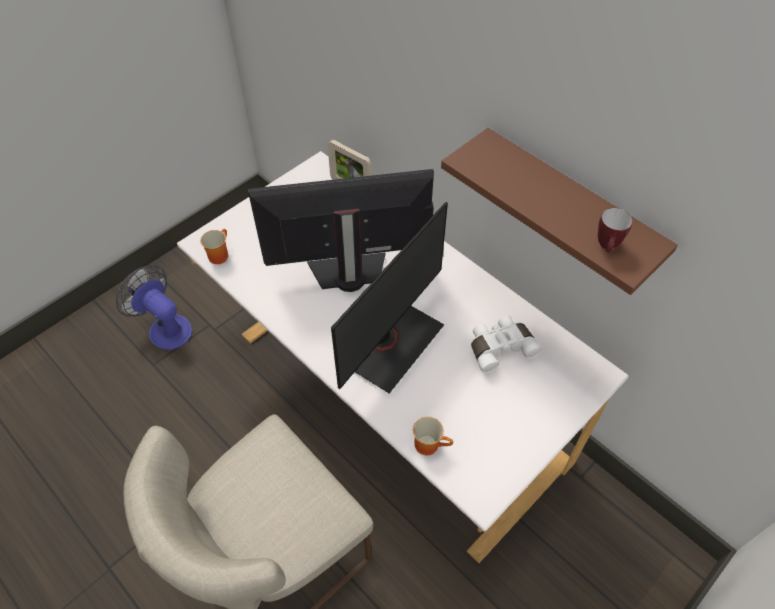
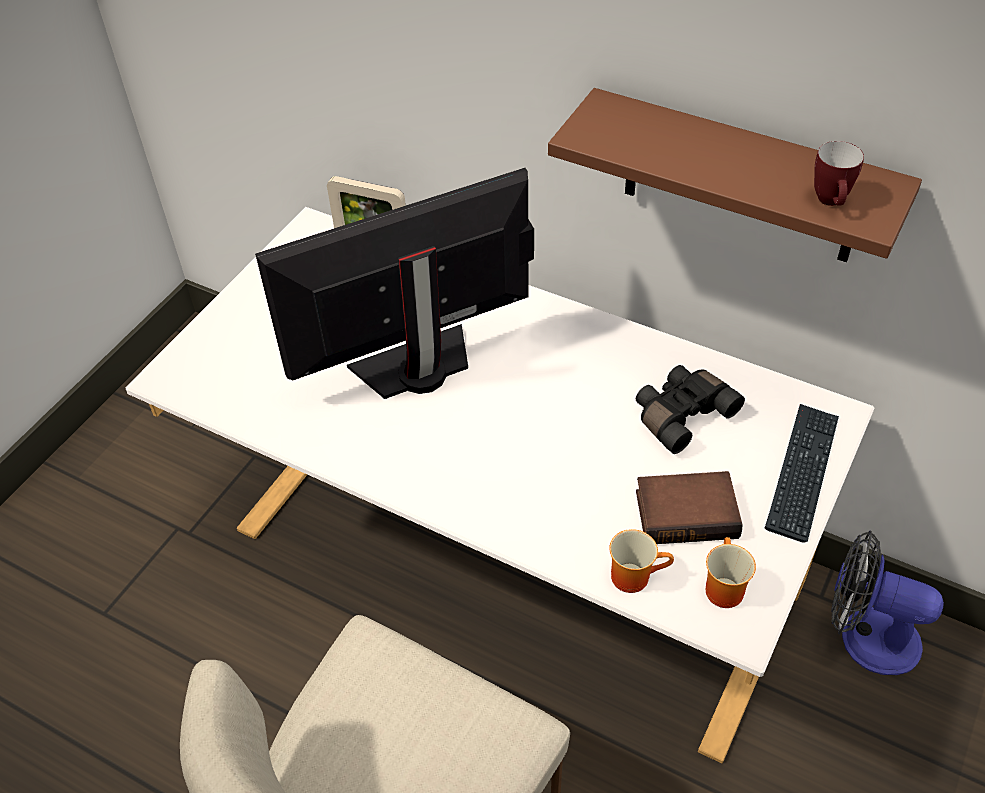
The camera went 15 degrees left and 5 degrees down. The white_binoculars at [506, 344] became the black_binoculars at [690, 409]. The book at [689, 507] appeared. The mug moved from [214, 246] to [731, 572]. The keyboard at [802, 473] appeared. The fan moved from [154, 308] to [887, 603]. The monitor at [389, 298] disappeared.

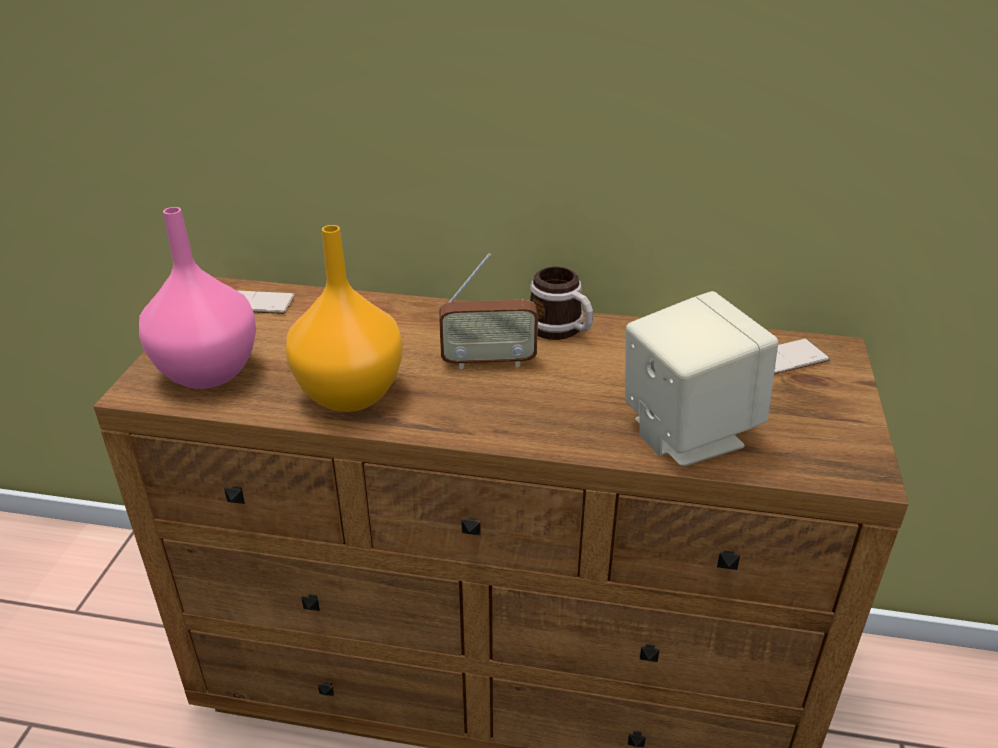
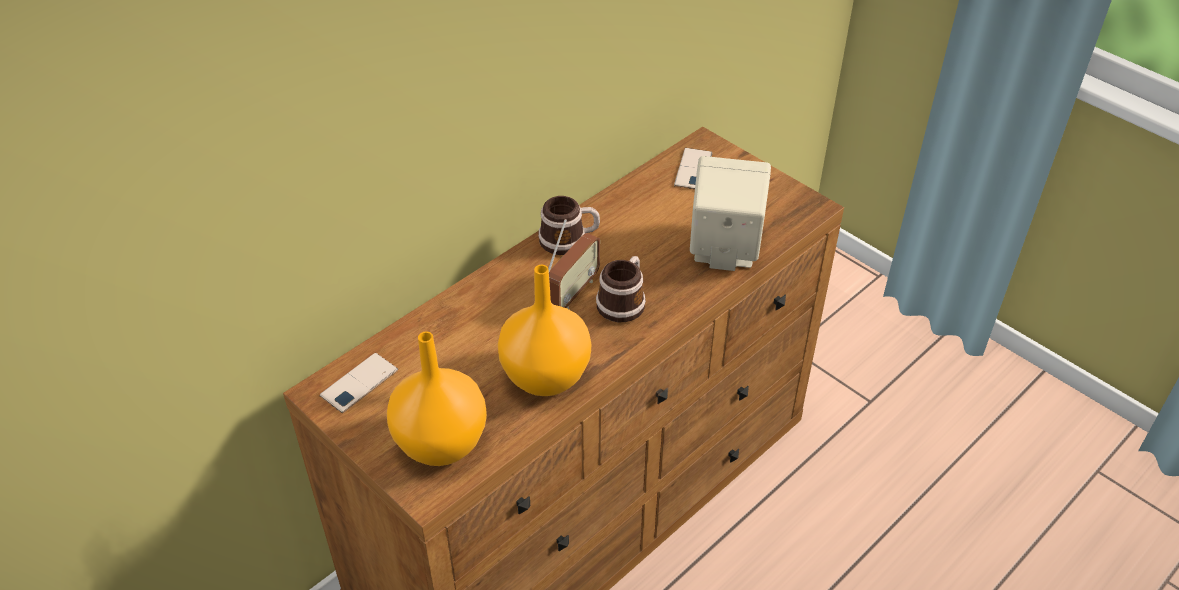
The camera went 55 degrees left and 10 degrees up. The pink_vase at [197, 298] became the orange_vase at [437, 399]. The mug at [621, 289] appeared.

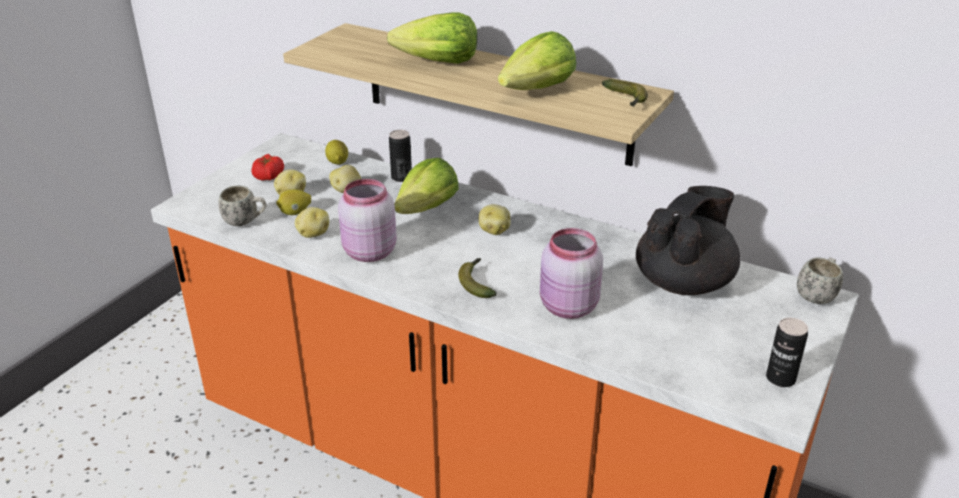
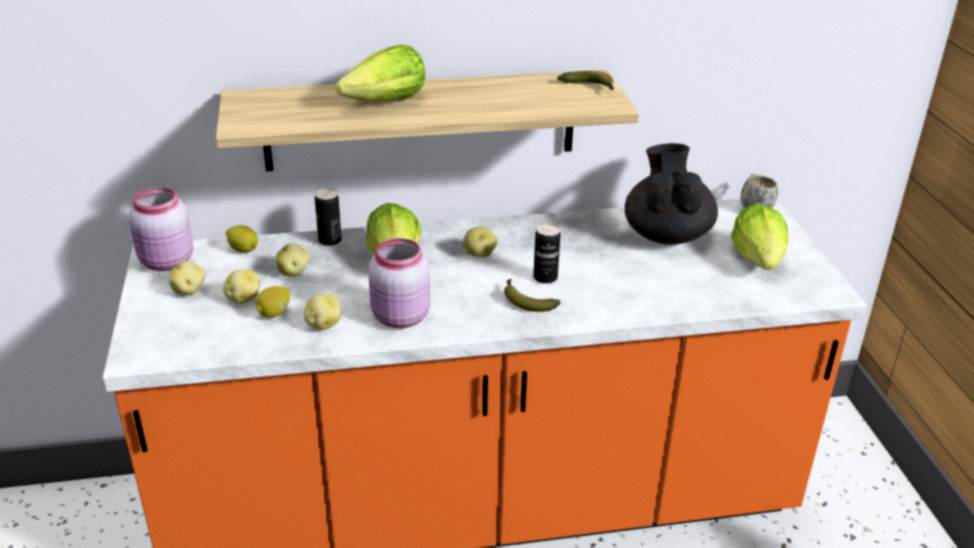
The camera went 40 degrees left and 0 degrees up. The pink_jar moved from [571, 273] to [161, 229]. The tomato at [267, 167] was replaced by the potato at [187, 278]. The can moved from [787, 352] to [547, 253]. The lettuce moved from [537, 60] to [760, 237]. The white_mug at [242, 205] disappeared.

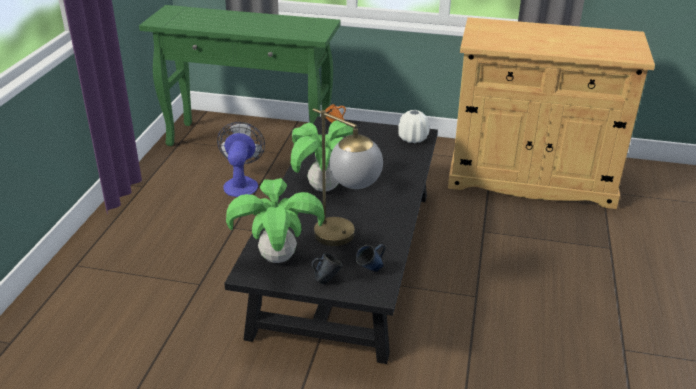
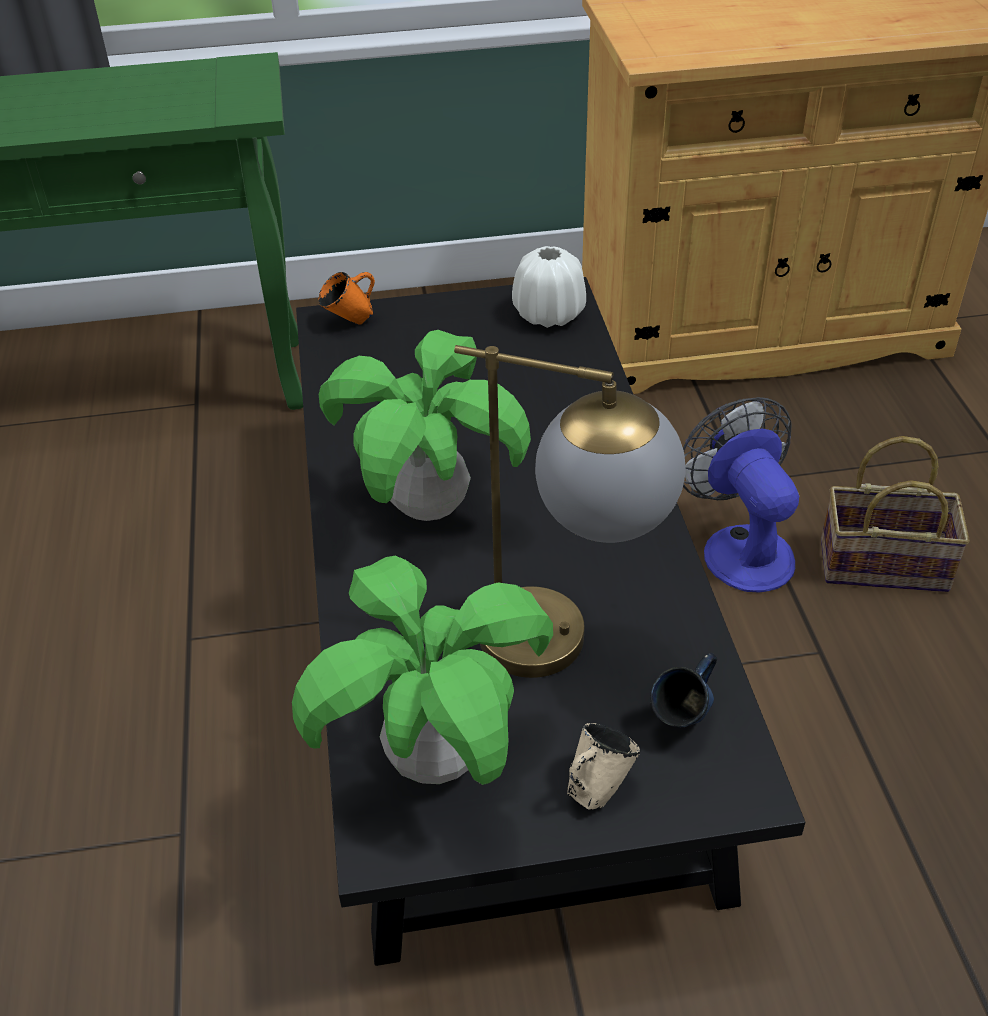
The camera went 20 degrees left and 10 degrees up. The blue_mug at [327, 269] became the beige_mug at [603, 766]. The fan moved from [241, 159] to [741, 495]. The basket at [895, 514] appeared.

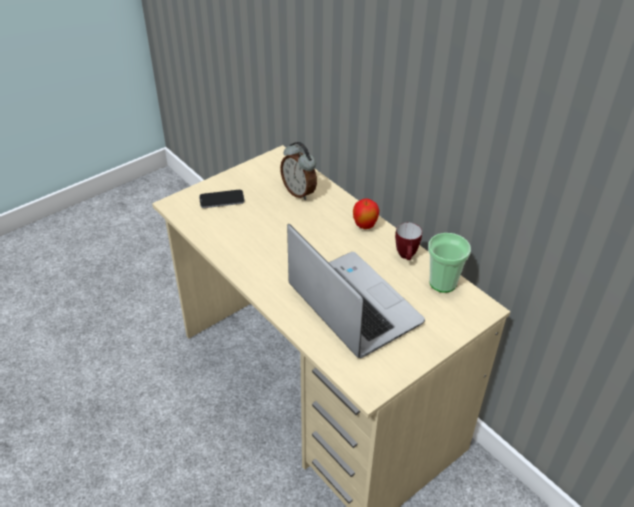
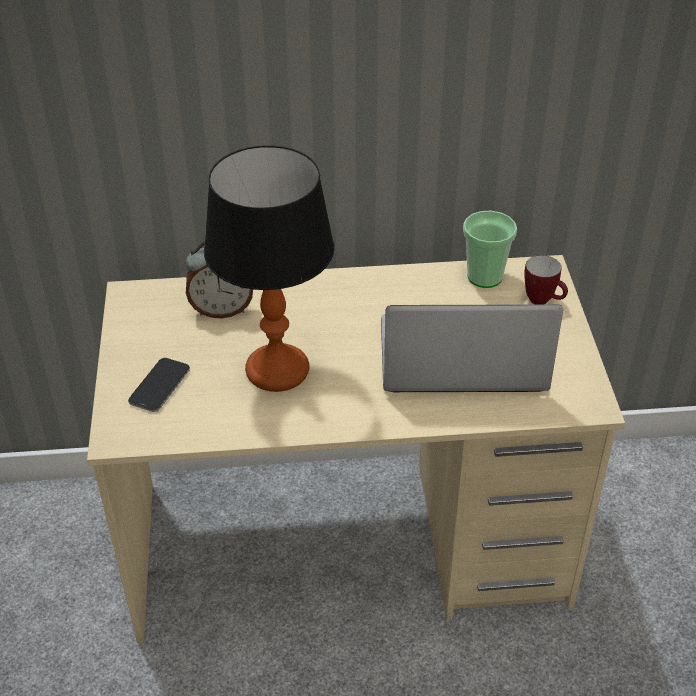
The camera went 55 degrees left and 0 degrees up. The table_lamp at [269, 268] appeared. The mug moved from [408, 241] to [546, 279]. The apple at [366, 213] disappeared.

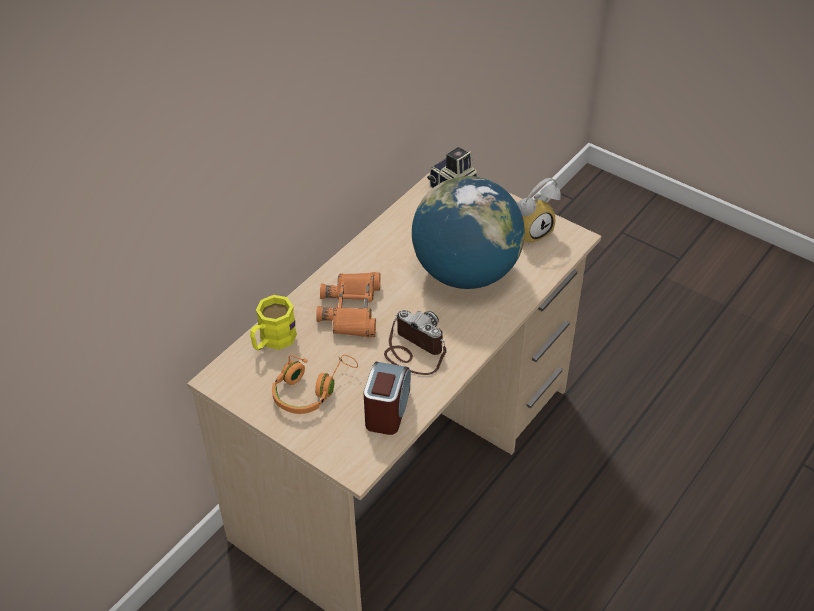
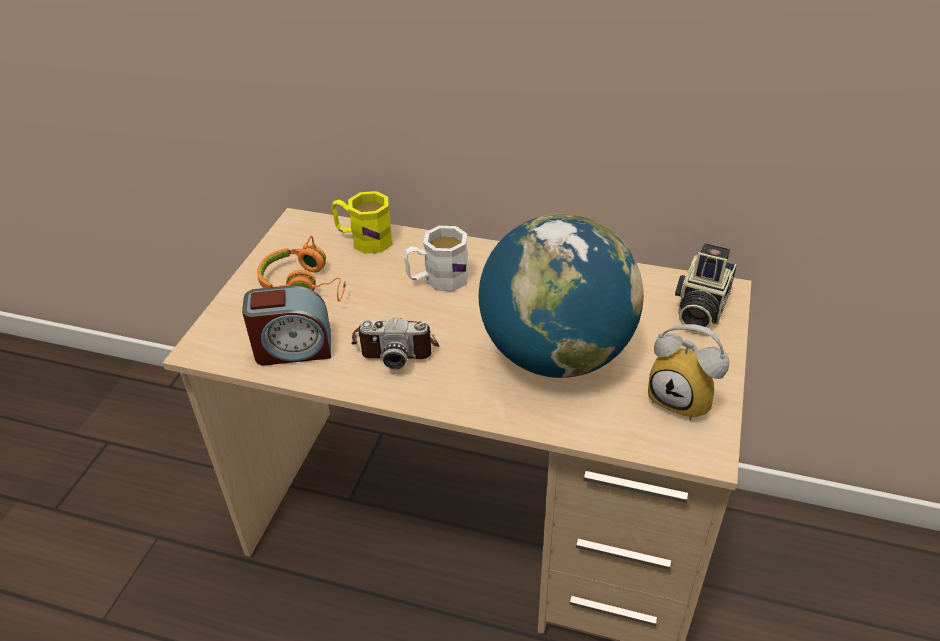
The camera went 70 degrees right and 5 degrees down. The photo_camera at [415, 342] turned 75 degrees clockwise. The orange_binoculars at [348, 304] was replaced by the white_mug at [436, 258].

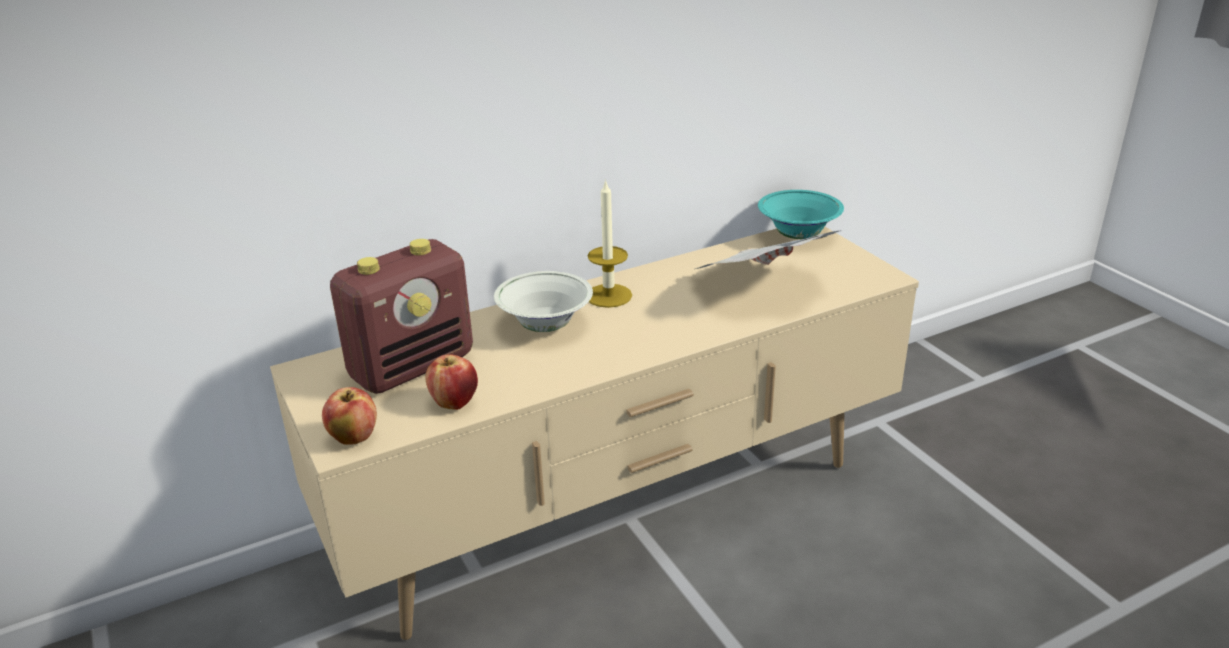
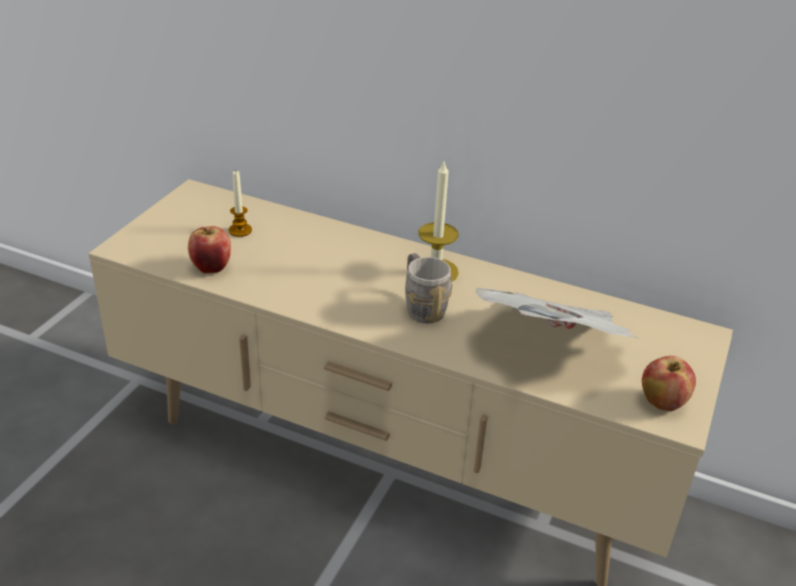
The camera went 50 degrees right and 5 degrees up. The radio at [401, 316] was replaced by the candle at [240, 203]. The grey_mug at [429, 288] appeared. The apple moved from [349, 416] to [669, 383]. The white_bowl at [543, 301] disappeared. The turquoise_bowl at [801, 214] disappeared.

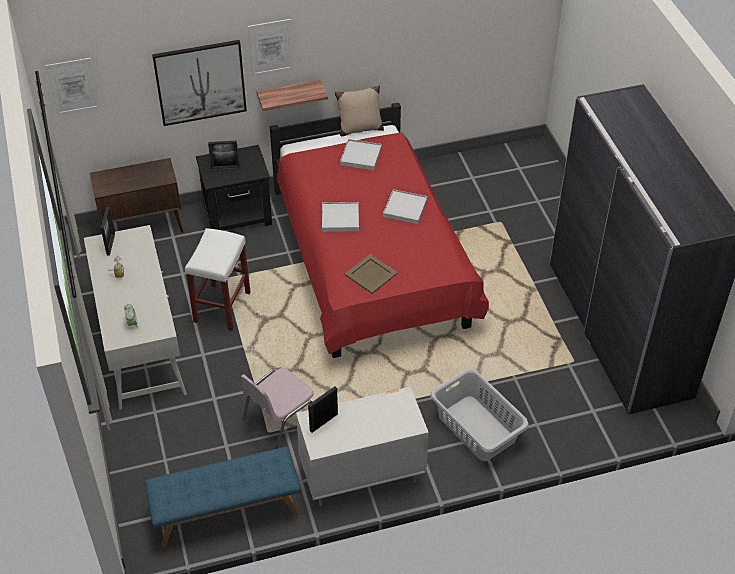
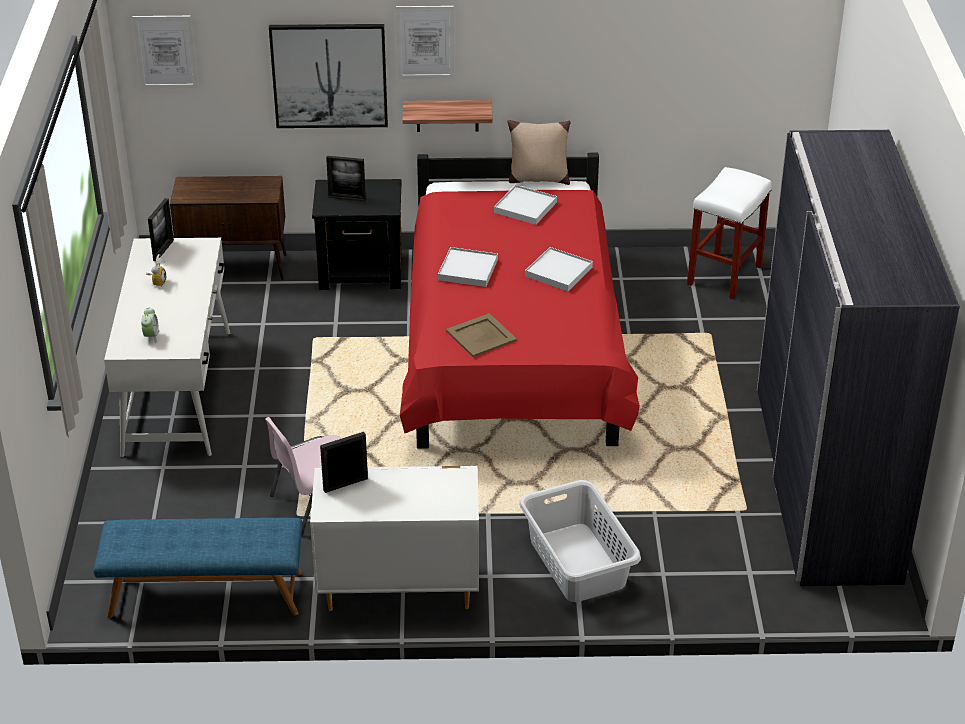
The camera went 15 degrees right and 10 degrees down. The white_stool moved from [217, 279] to [729, 233].

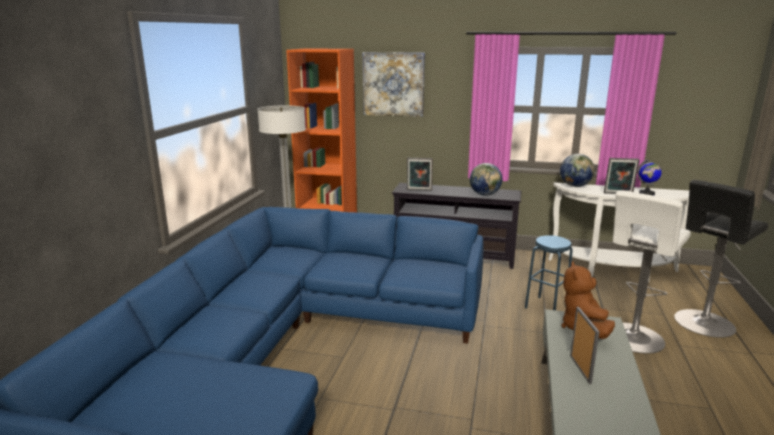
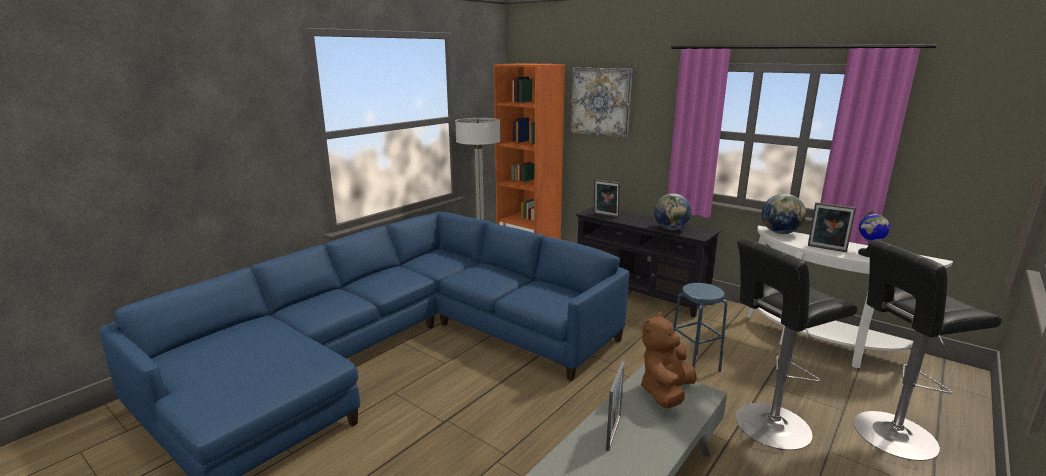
The camera went 25 degrees right and 0 degrees up. The white_stool at [652, 272] became the black_stool at [796, 344].

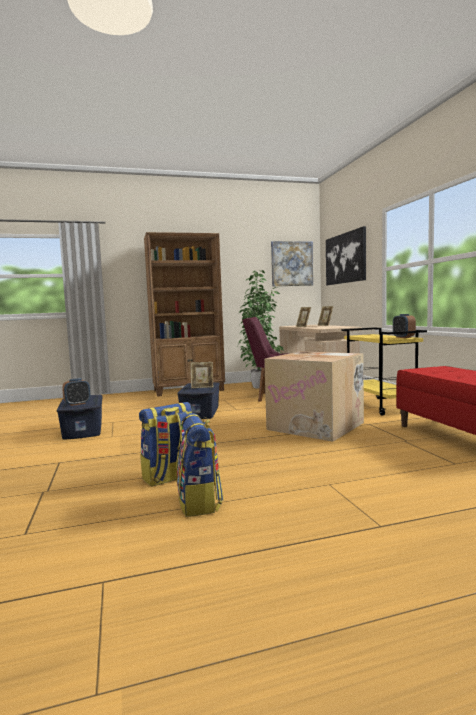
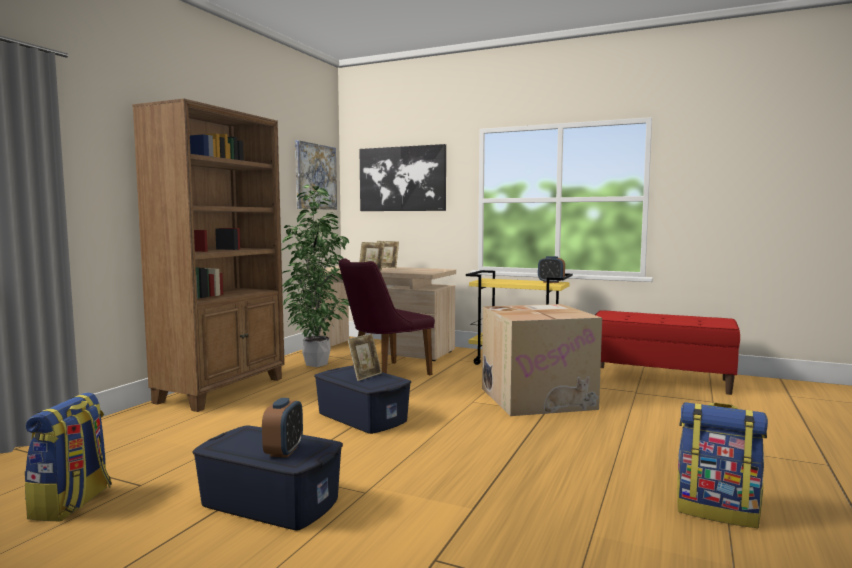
The camera went 50 degrees left and 0 degrees up. The backpack moved from [165, 444] to [68, 457].

